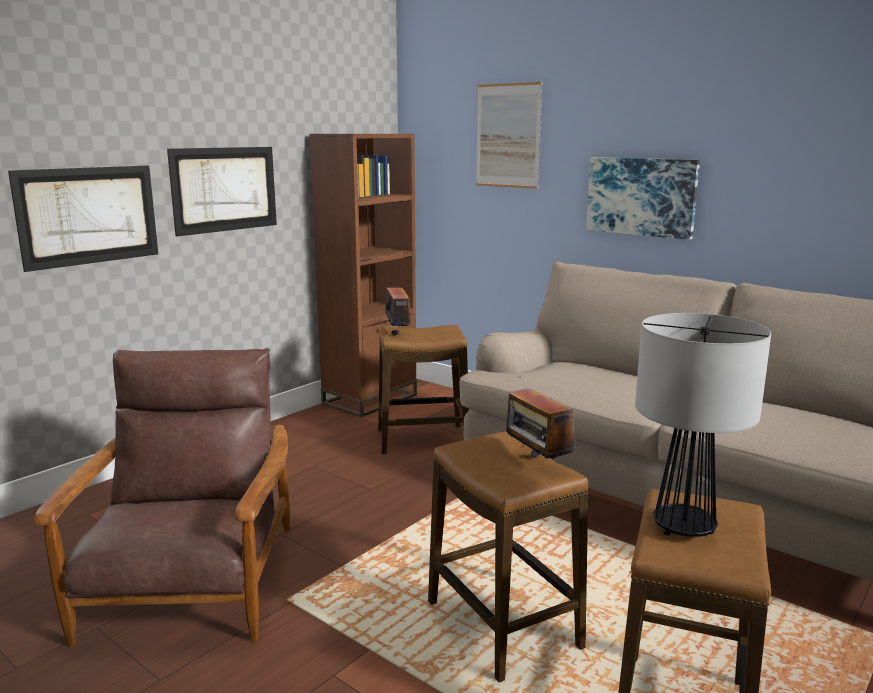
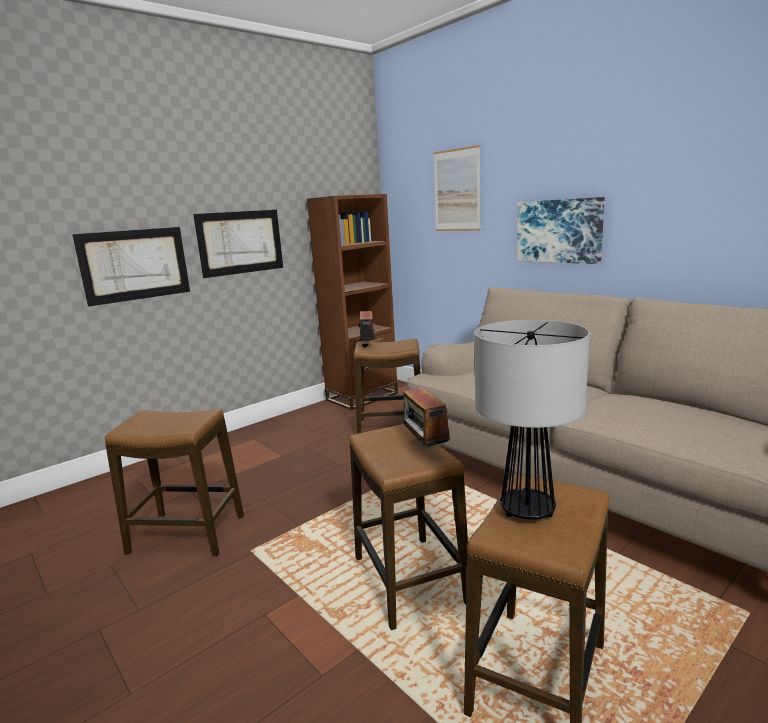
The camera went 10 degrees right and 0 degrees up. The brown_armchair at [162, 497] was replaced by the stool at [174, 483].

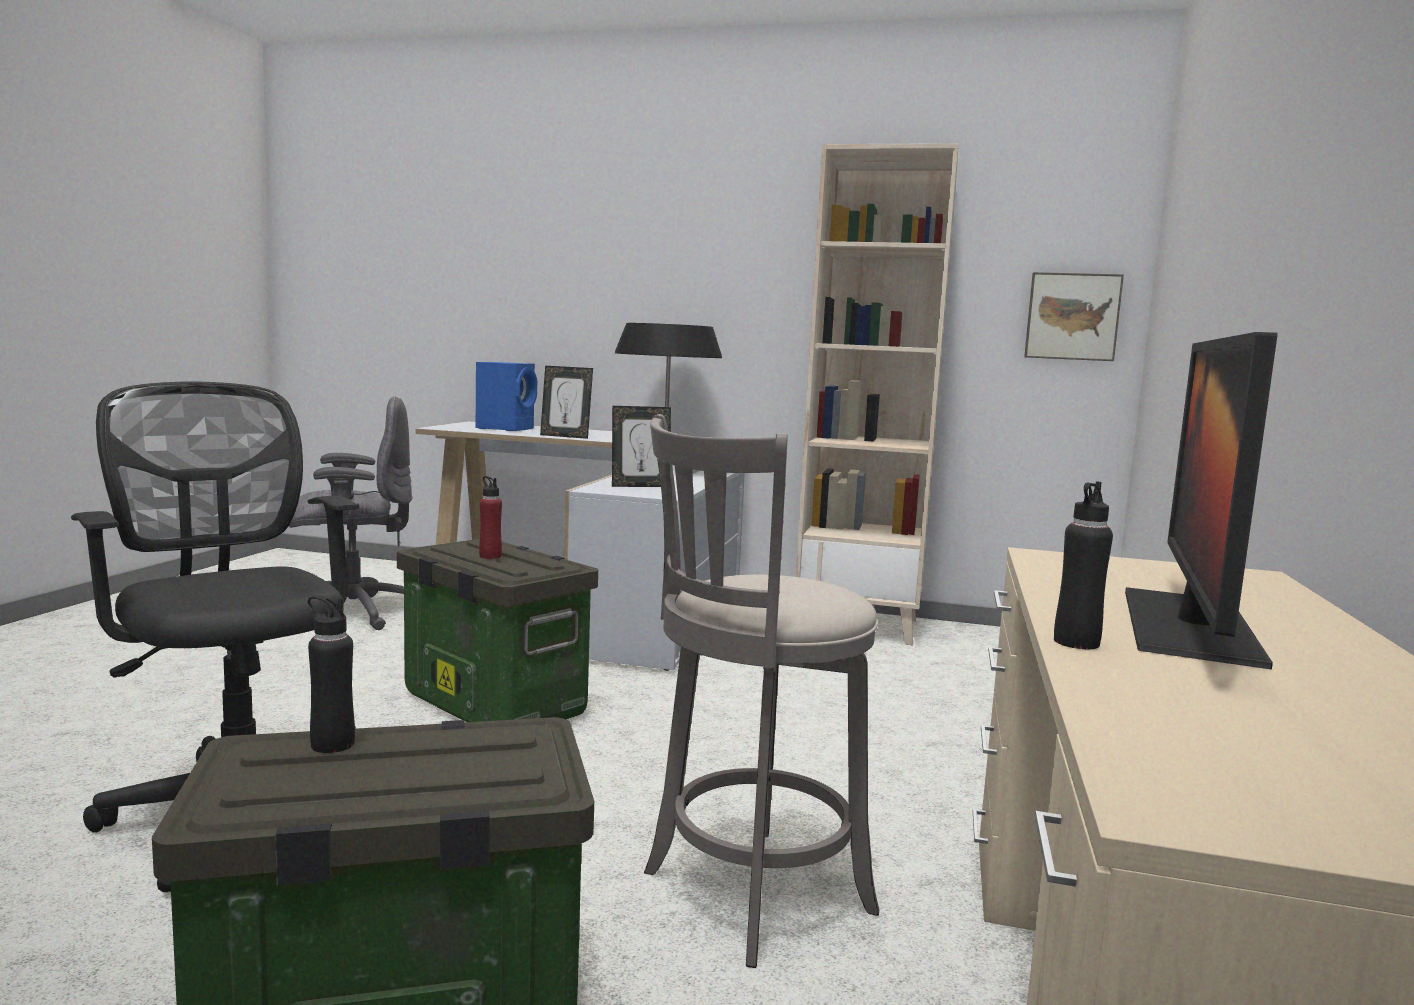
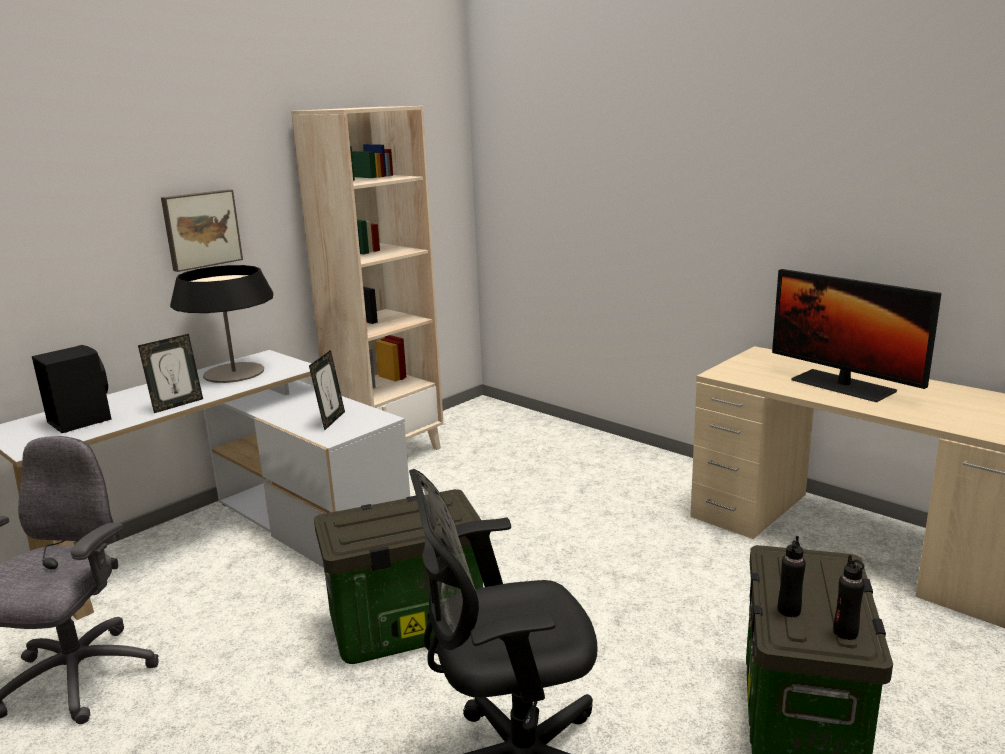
The camera went 60 degrees left and 10 degrees up. The blue_speaker at [506, 396] became the black_speaker at [72, 389]. The picture moved from [1074, 316] to [202, 230]. The black_bottle moved from [1083, 565] to [849, 597]. The red_bottle at [490, 517] disappeared. The grey_stool at [761, 691] disappeared.

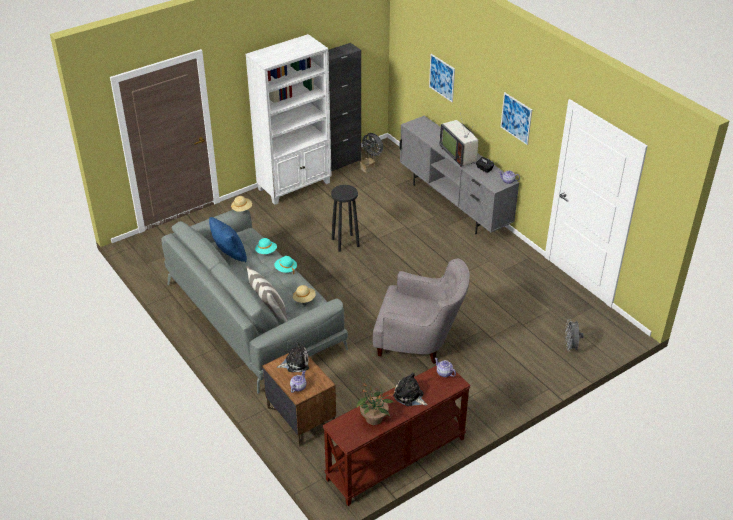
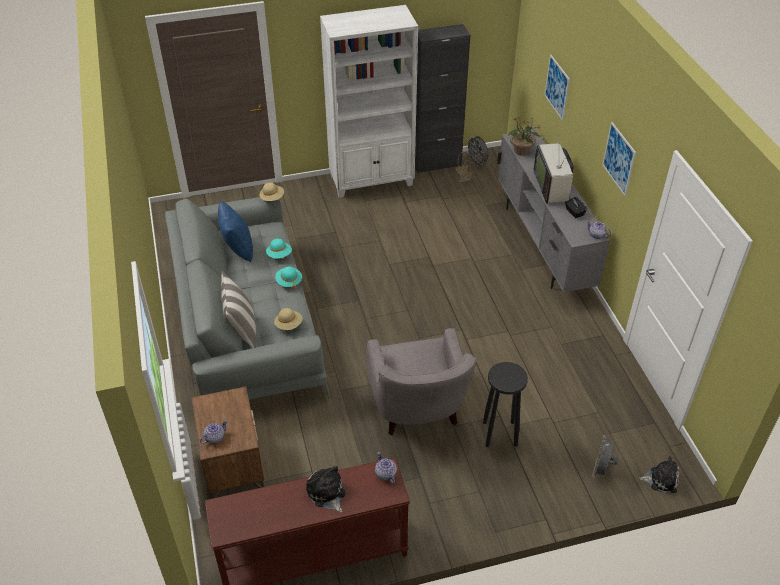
The camera went 20 degrees right and 5 degrees up. The grey_armchair at [421, 311] turned 45 degrees clockwise. The black_stool moved from [345, 218] to [505, 404]. The potted_plant moved from [375, 404] to [524, 136]. The plush_toy moved from [293, 357] to [658, 474].

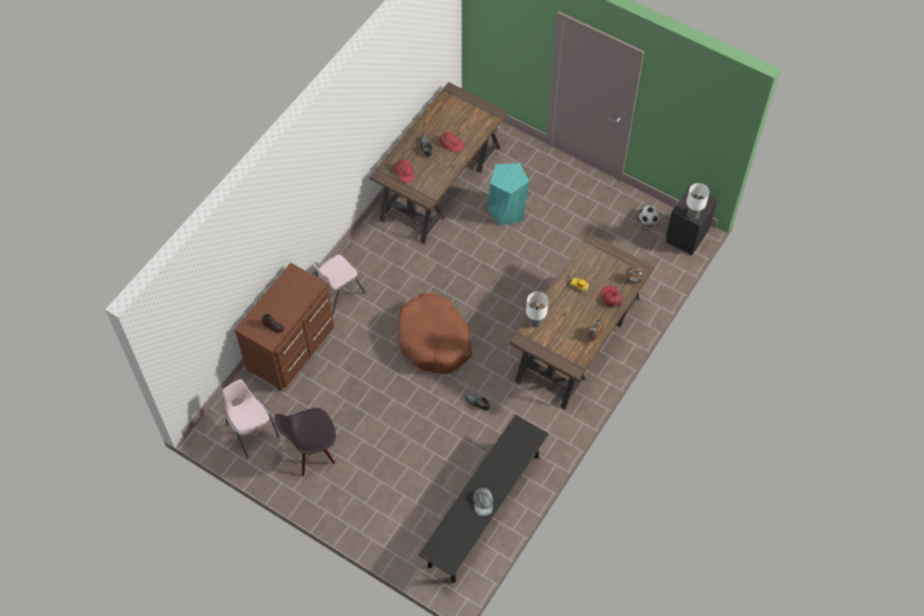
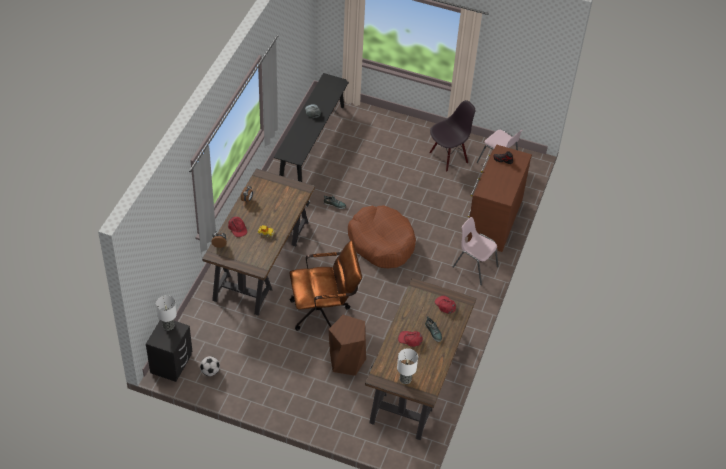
The camera went 165 degrees right and 10 degrees down. The brown_office_chair at [326, 285] appeared. The turquoise_stool at [508, 194] became the brown_stool at [347, 345]. The table_lamp moved from [537, 309] to [407, 366]. The pink_chair at [338, 285] turned 90 degrees counterclockwise.

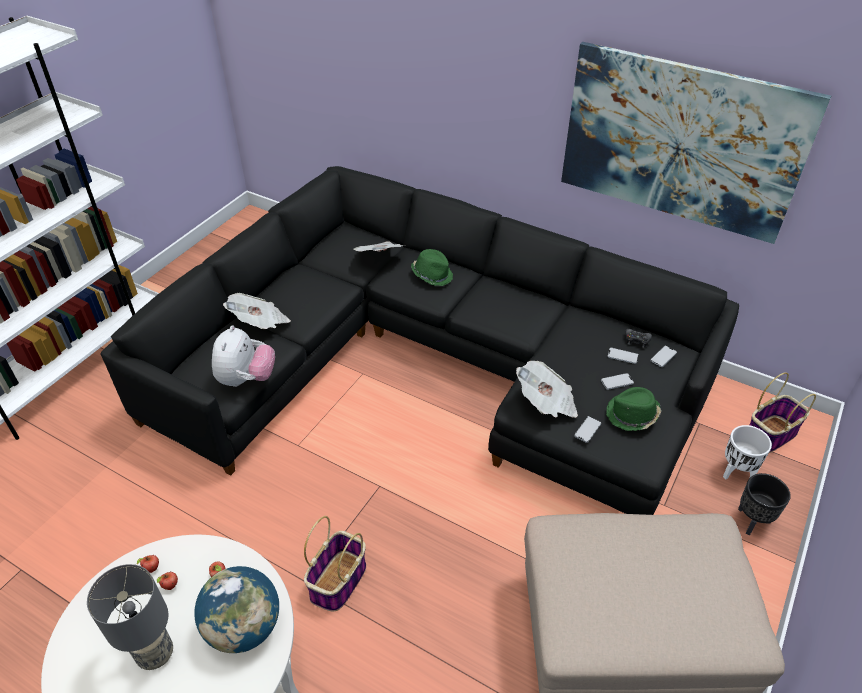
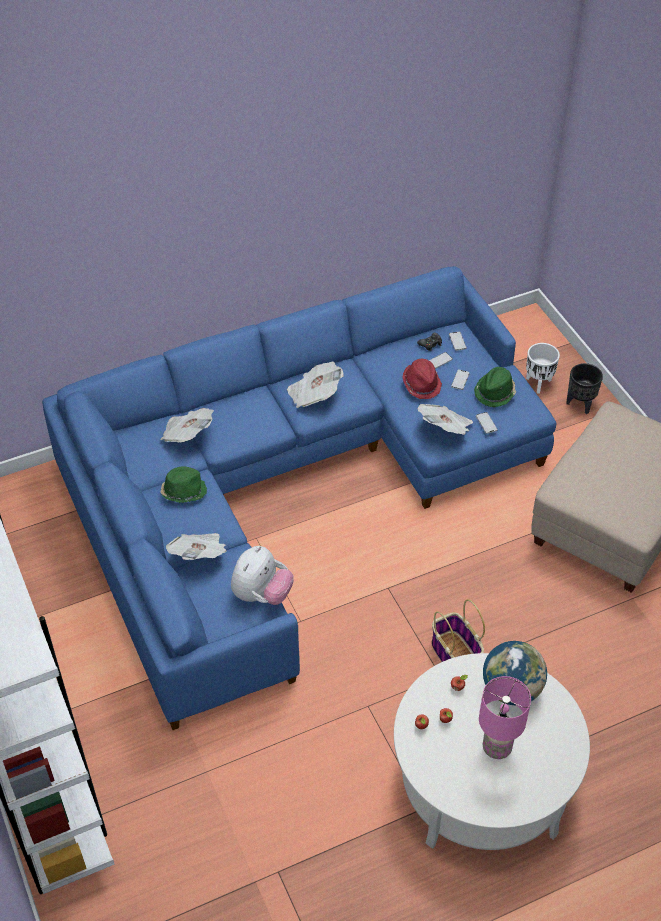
The camera went 55 degrees left and 5 degrees up. The black_sofa at [419, 340] became the blue_sofa at [299, 498]. The green_hat moved from [432, 267] to [184, 484]. The plush_toy at [243, 356] turned 75 degrees clockwise. The newspaper at [315, 385] appeared. The red_hat at [422, 379] appeared. The grey_table_lamp at [130, 617] became the pink_table_lamp at [505, 717]. The picture at [696, 143] disappeared. The basket at [783, 412] disappeared.

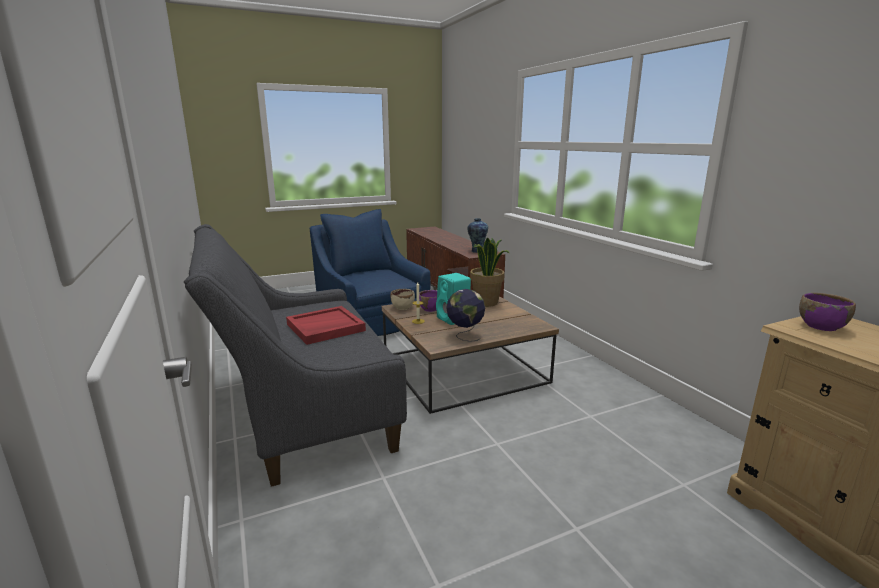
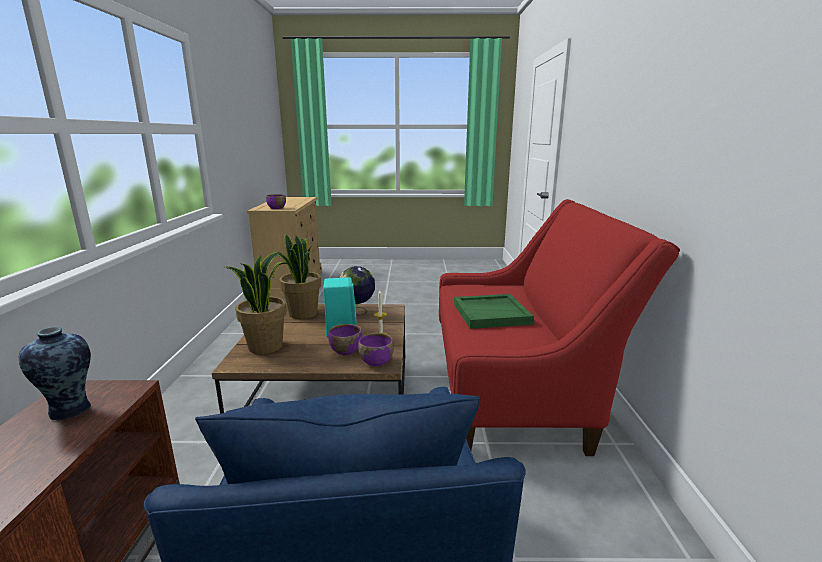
The camera went 155 degrees left and 0 degrees up. The potted_plant at [297, 276] appeared. The beige_bowl at [402, 299] became the purple_bowl at [376, 349]. The grey_sofa at [295, 355] became the red_sofa at [559, 327]. The red_tray at [326, 325] became the green_tray at [494, 311].

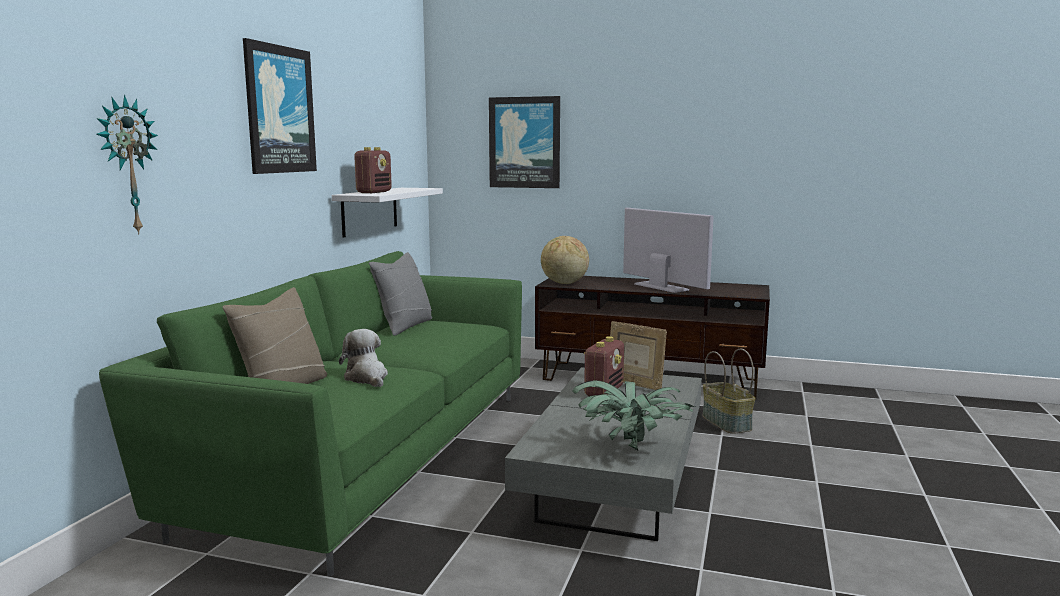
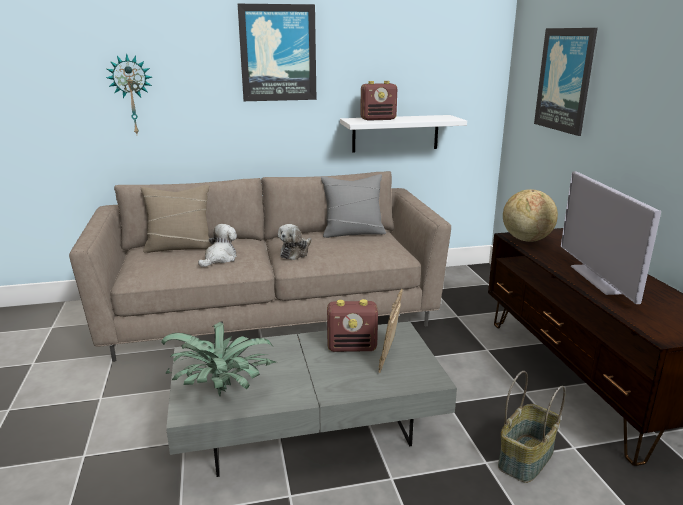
The camera went 60 degrees right and 10 degrees up. The green_sofa at [310, 413] became the beige_sofa at [260, 266]. The plush_toy at [295, 242] appeared. The television at [668, 250] turned 150 degrees clockwise.

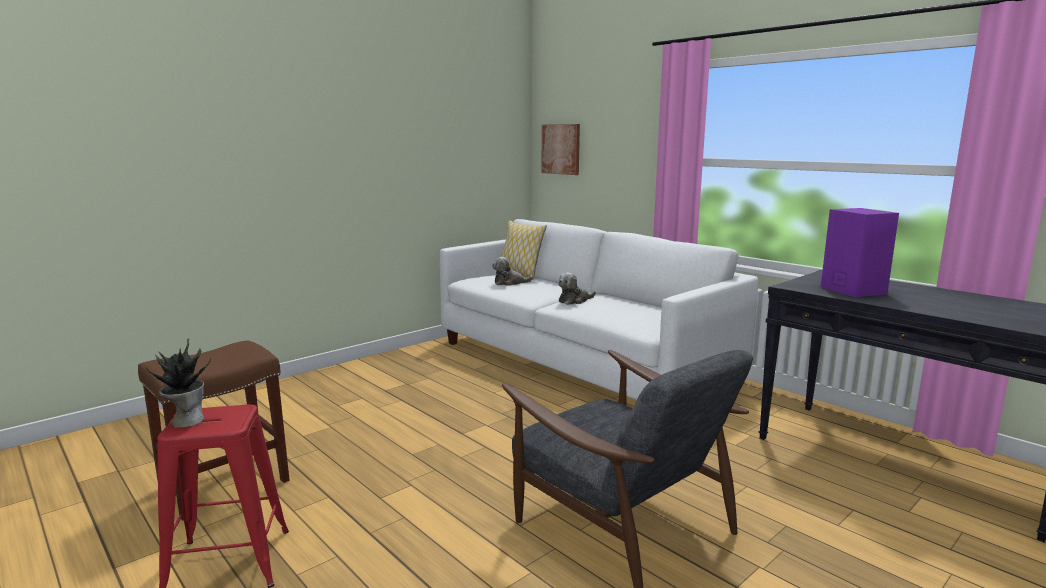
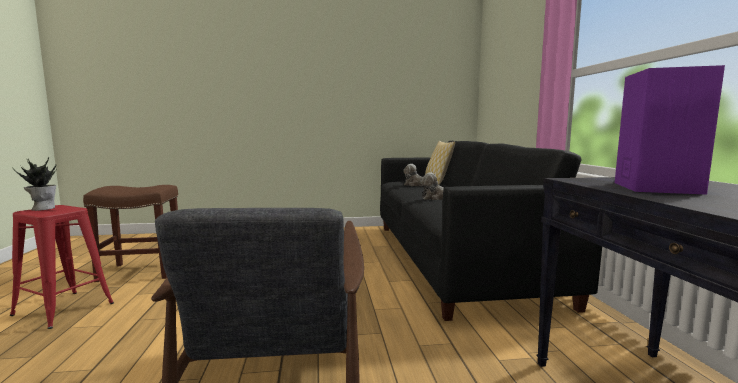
The camera went 35 degrees right and 5 degrees down. The white_sofa at [599, 309] became the black_sofa at [491, 231]. The picture at [560, 149] disappeared.

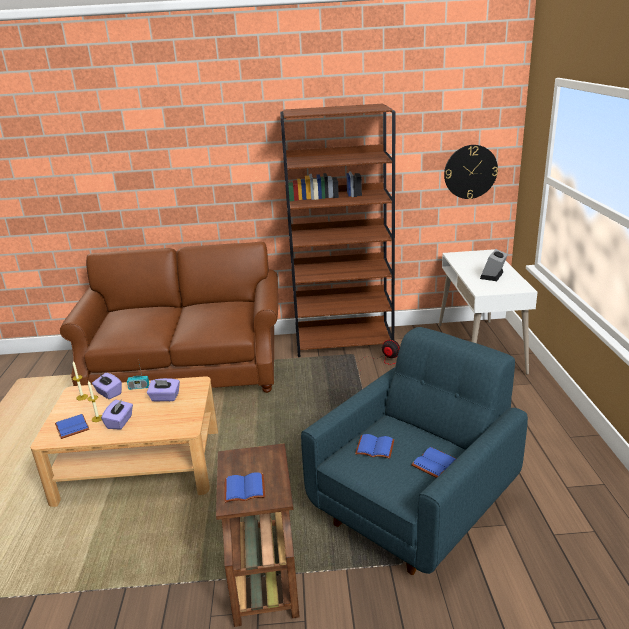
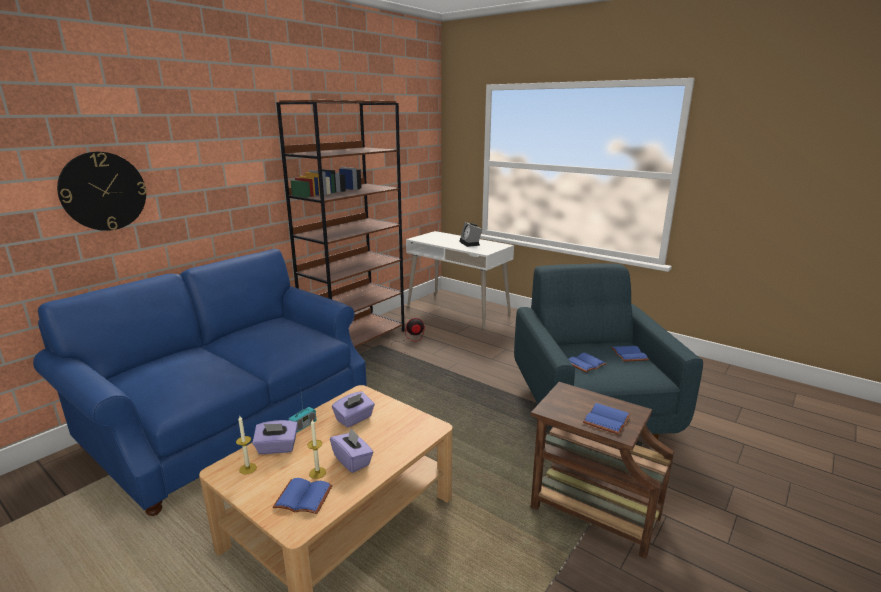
The camera went 50 degrees left and 5 degrees down. The brown_sofa at [169, 317] became the blue_sofa at [200, 382]. The wall_clock moved from [471, 172] to [102, 191].

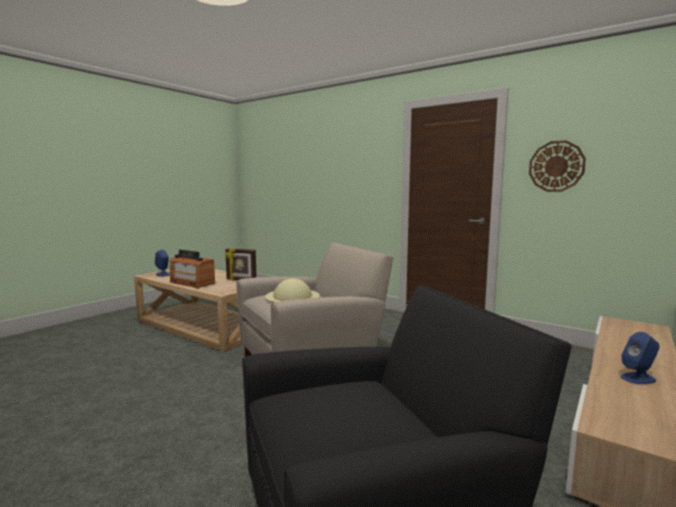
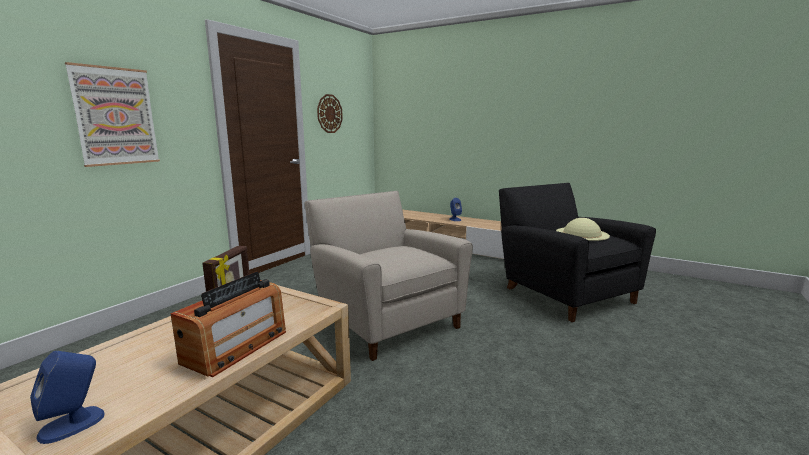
The camera went 95 degrees left and 5 degrees up. The picture at [112, 114] appeared. The beige_hat moved from [292, 290] to [583, 229].

